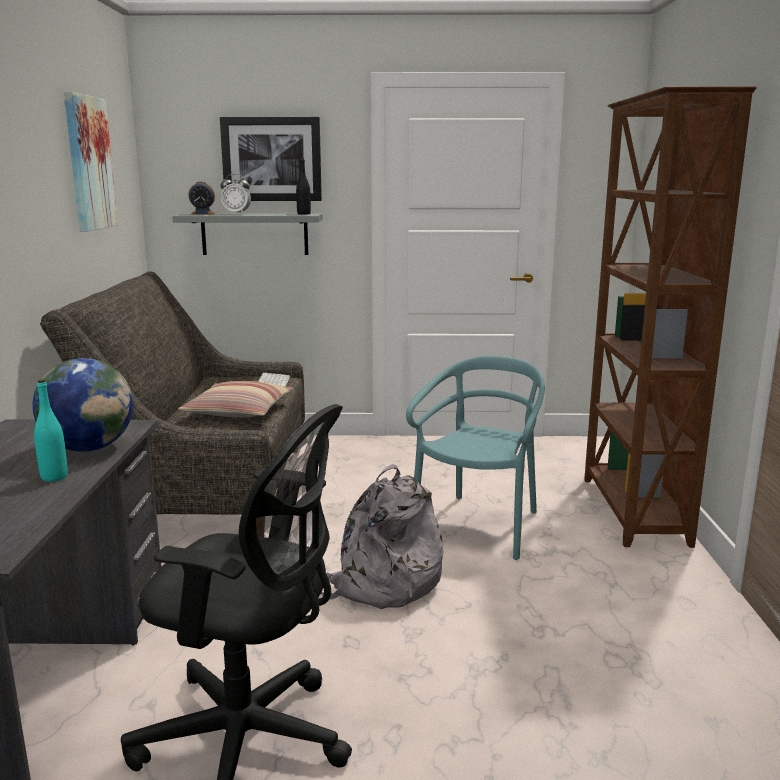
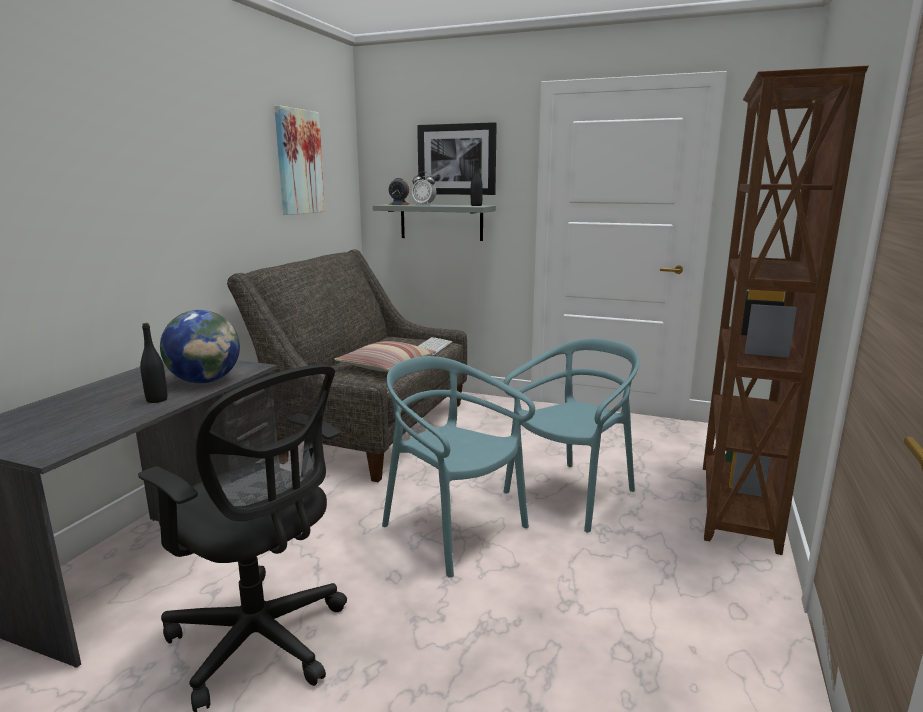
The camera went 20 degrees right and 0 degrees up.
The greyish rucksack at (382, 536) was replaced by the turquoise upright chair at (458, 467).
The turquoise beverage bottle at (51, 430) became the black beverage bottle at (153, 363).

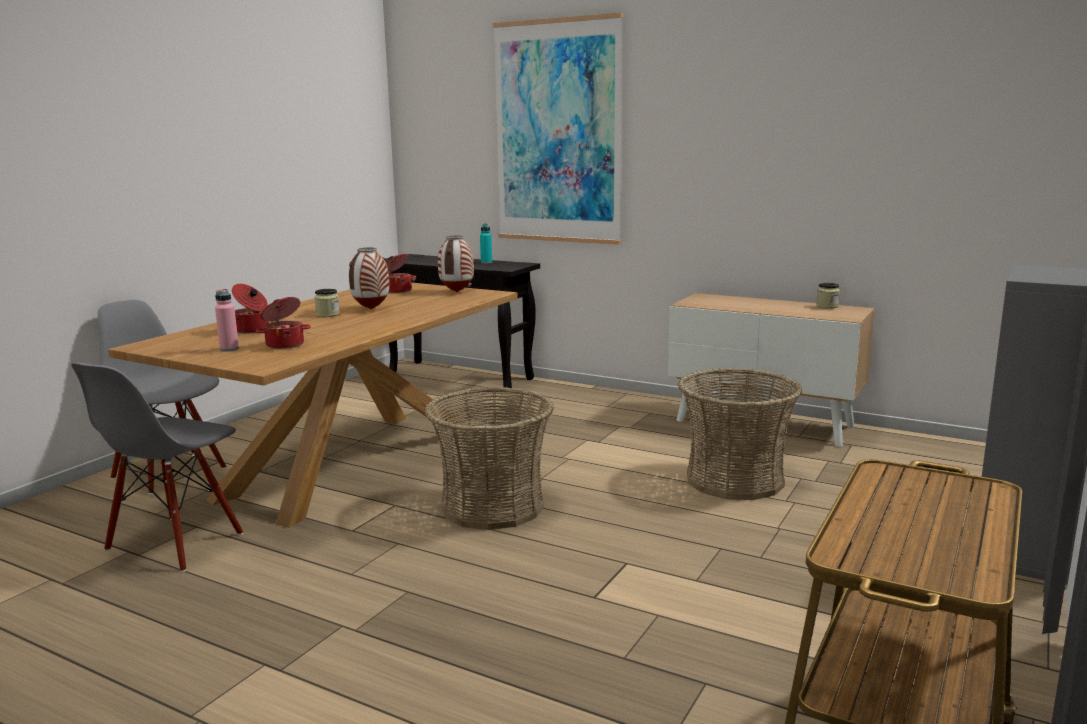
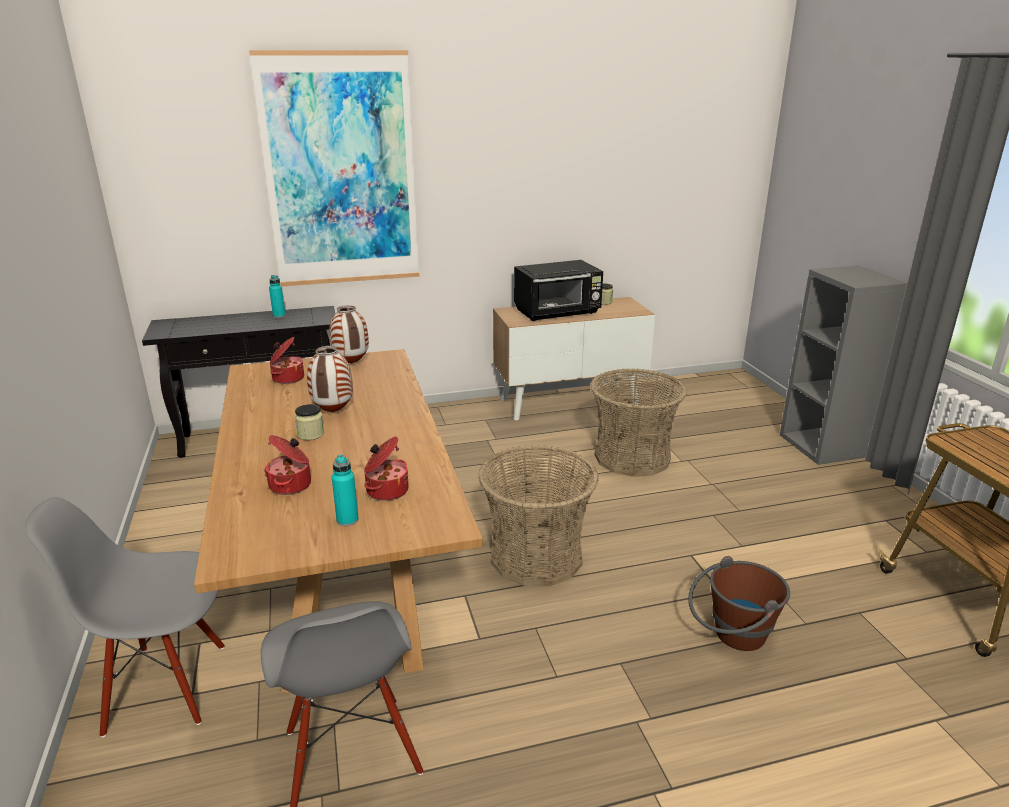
The camera went 45 degrees left and 10 degrees up.
The black microwave at (558, 290) appeared.
The brown-coloured water bucket at (739, 603) appeared.
The pinkish beverage bottle at (227, 320) became the turquoise beverage bottle at (345, 490).

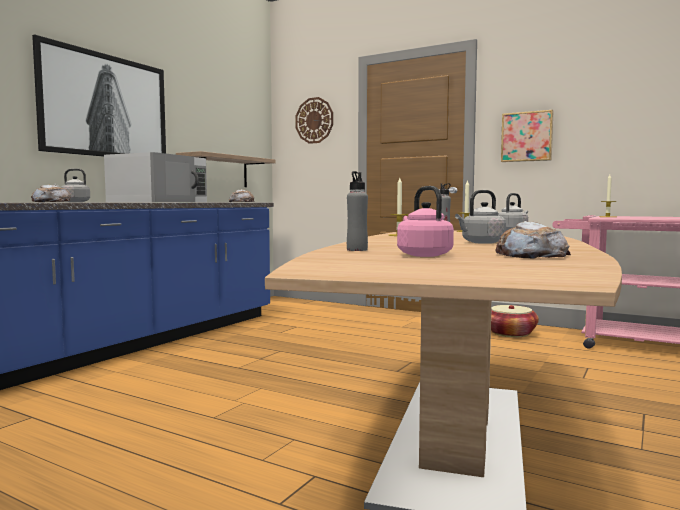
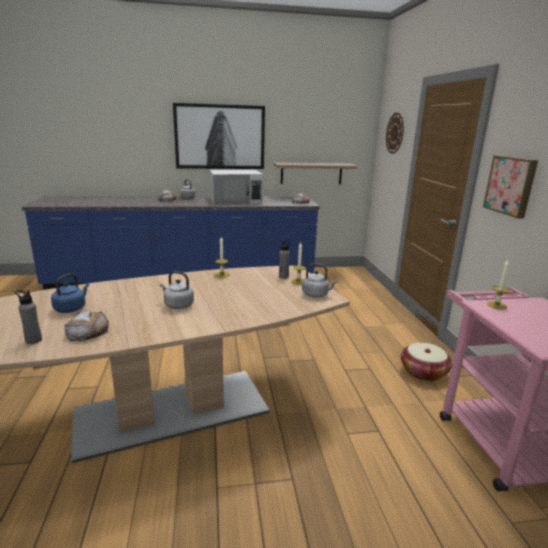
The camera went 50 degrees right and 15 degrees up.
The greyish beverage bottle moved from (357, 211) to (28, 317).
The pinkish water kettle at (425, 221) became the bluish water kettle at (70, 293).

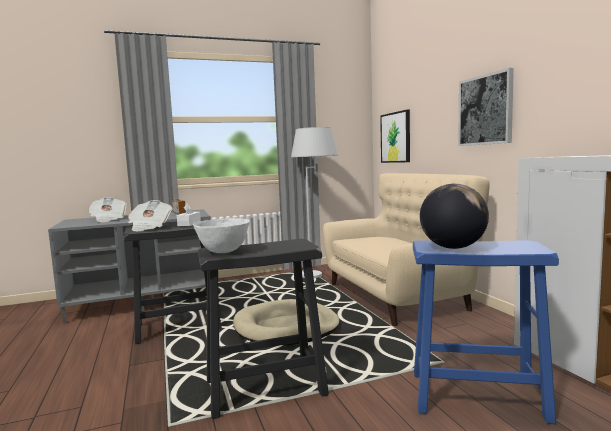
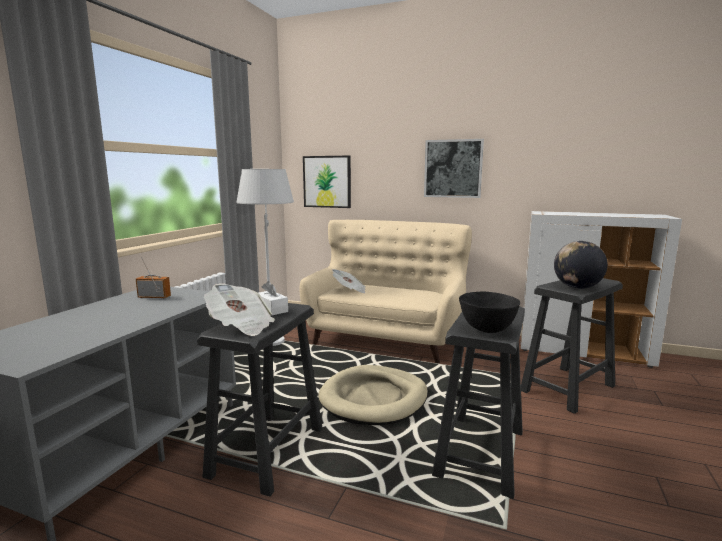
The camera went 50 degrees left and 5 degrees up.
The newspaper moved from (107, 209) to (349, 281).
The white-coloured bowl at (221, 235) became the black bowl at (489, 312).
The bluish sitting stool at (486, 332) became the black sitting stool at (572, 346).

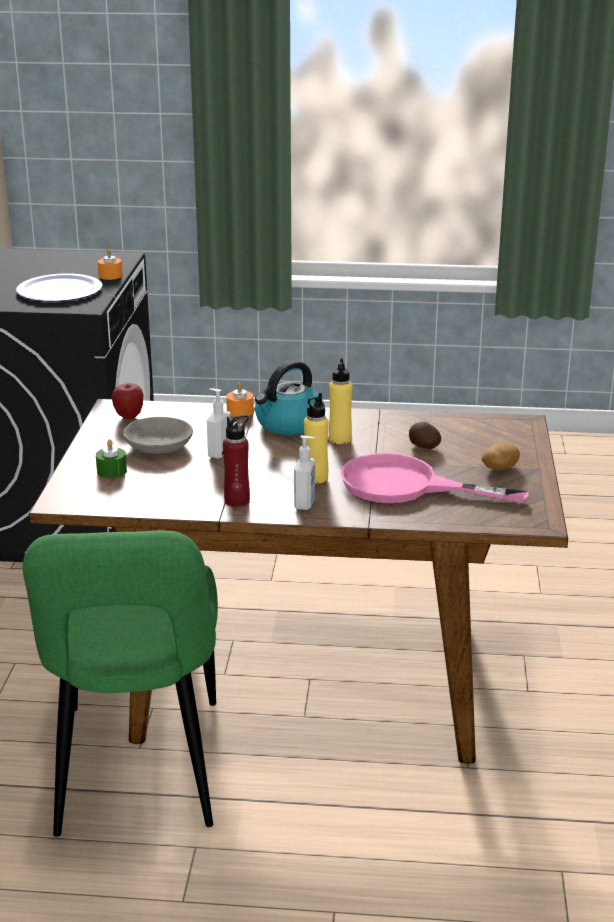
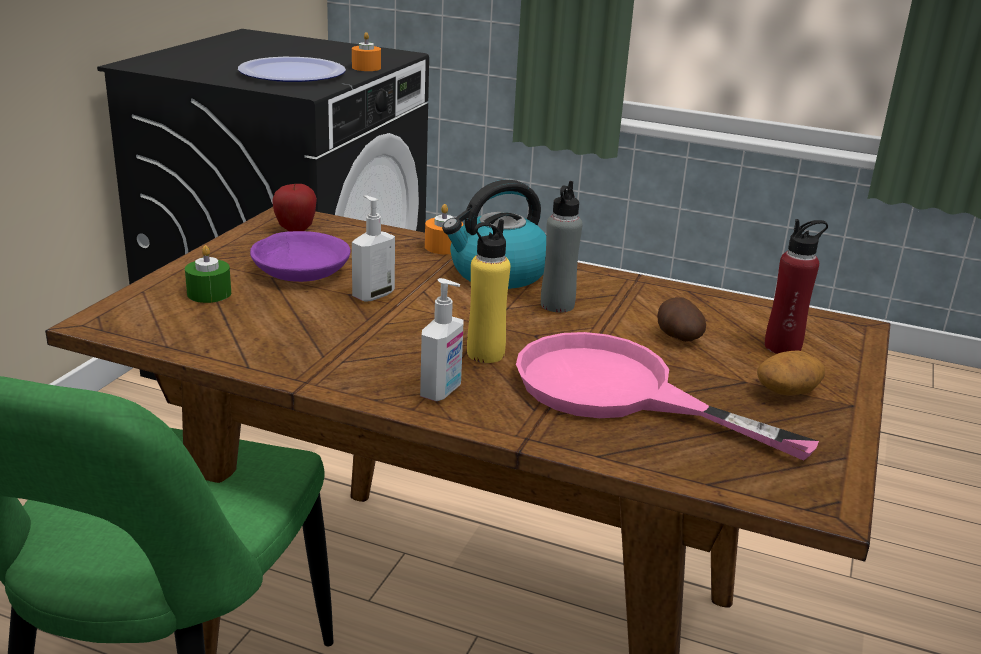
The camera went 15 degrees right and 0 degrees up.
The red-coloured beverage bottle moved from (236, 461) to (796, 286).
The greyish bowl at (158, 435) became the purple bowl at (300, 256).
The yellow beverage bottle at (341, 401) became the greyish beverage bottle at (561, 246).

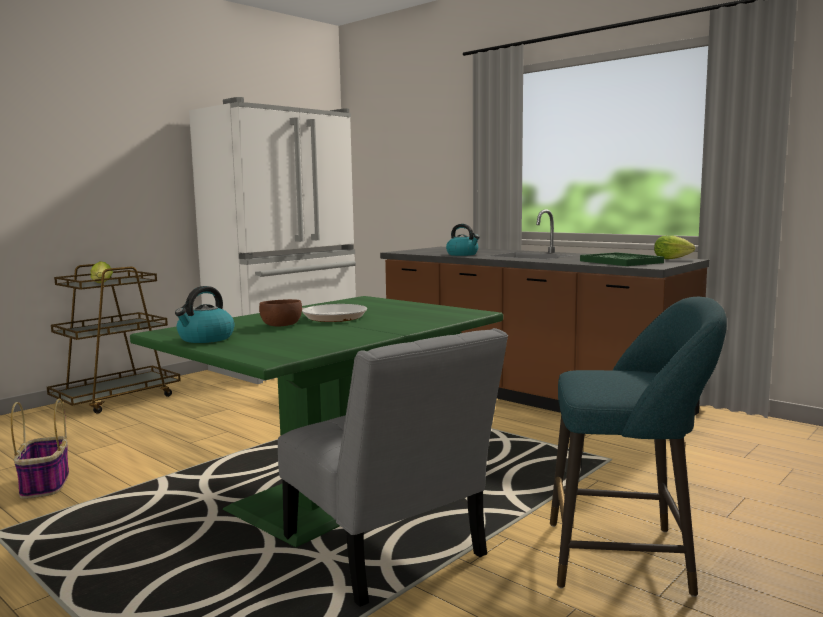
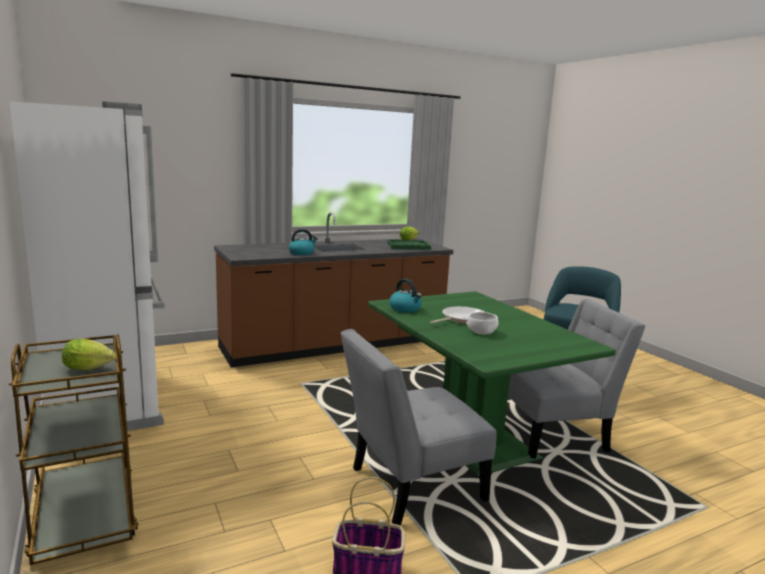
The camera went 70 degrees left and 5 degrees up.
The greyish upright chair at (419, 427) appeared.
The water kettle moved from (205, 314) to (405, 296).
The brown-coloured bowl at (280, 313) became the white-coloured bowl at (482, 323).

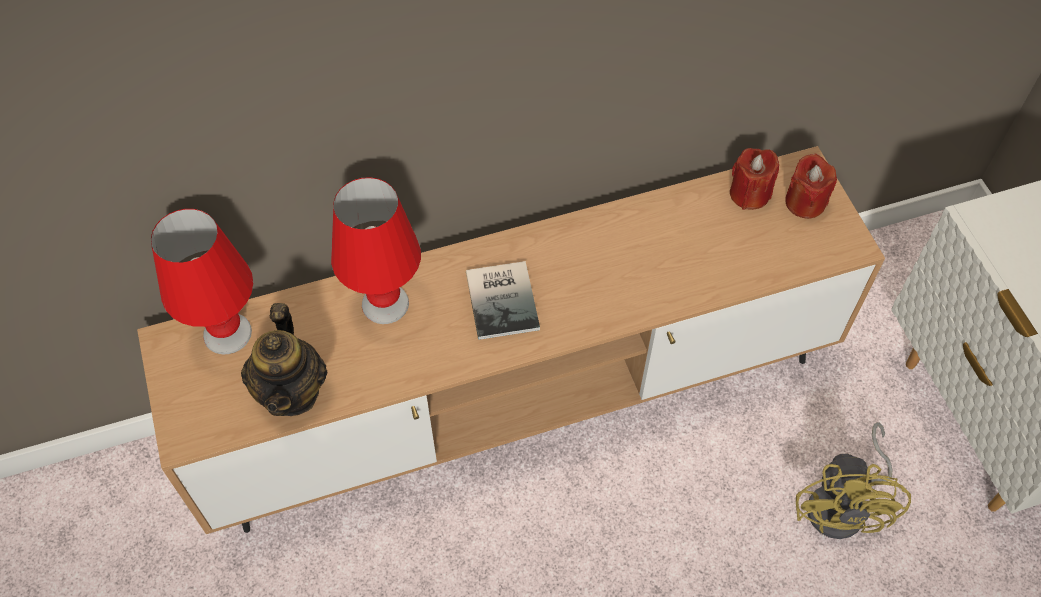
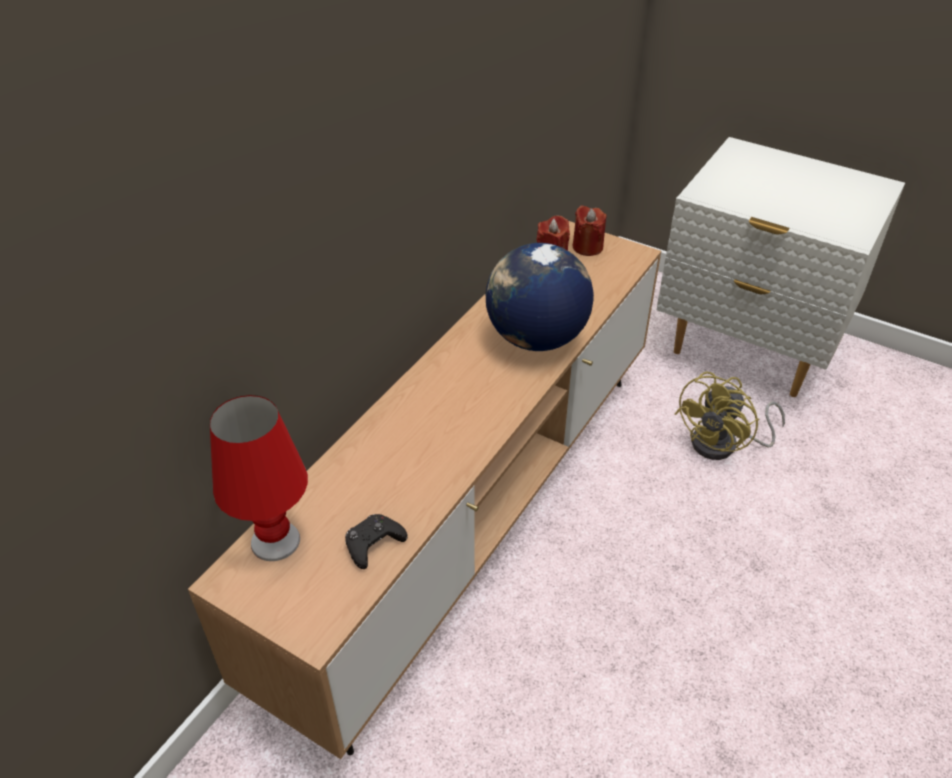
The camera went 40 degrees left and 15 degrees down.
The red-coloured lamp for a table at (376, 250) disappeared.
The bound book at (503, 300) disappeared.
The globe at (540, 297) appeared.
The tea pot at (284, 359) was replaced by the black joypad at (376, 541).
The yellow electric fan at (853, 480) turned 75 degrees clockwise.

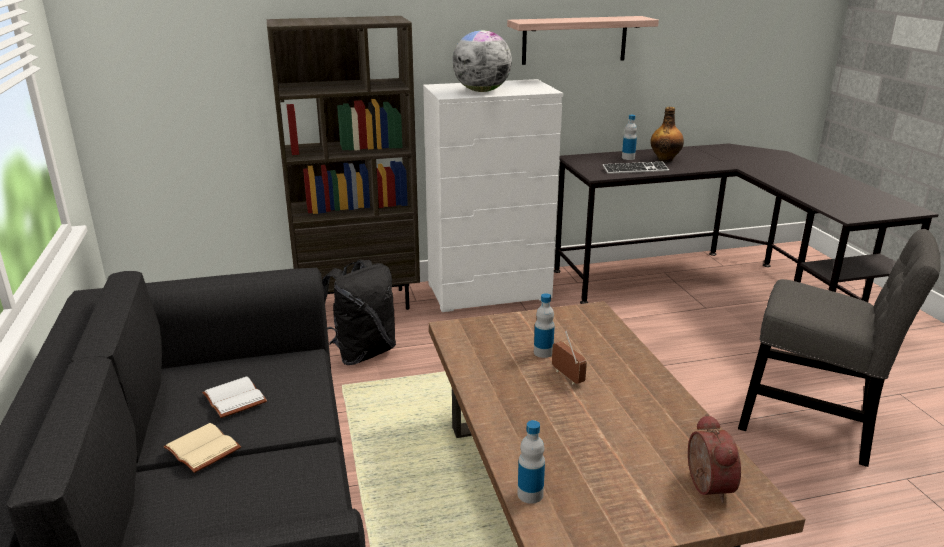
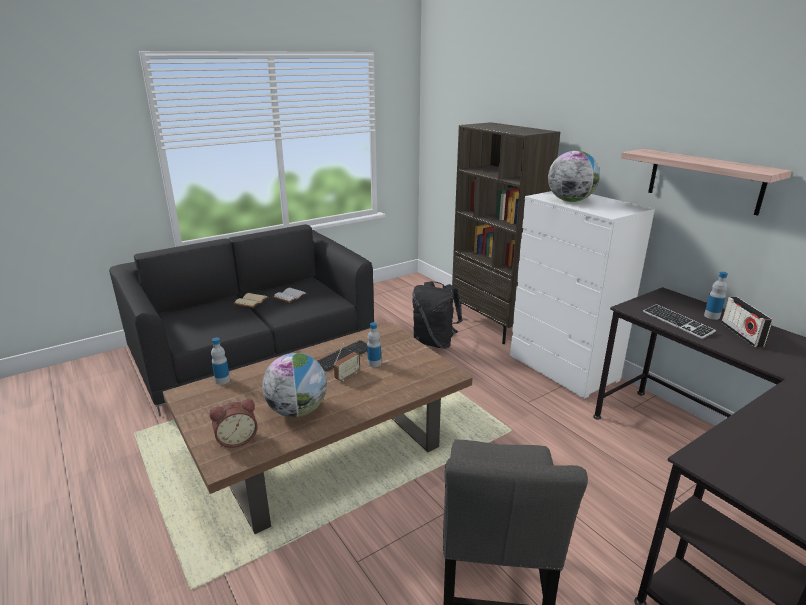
The camera went 70 degrees right and 0 degrees up.
The globe at (294, 385) appeared.
The PC keyboard at (342, 356) appeared.
The beverage bottle at (667, 134) was replaced by the radio set at (747, 322).

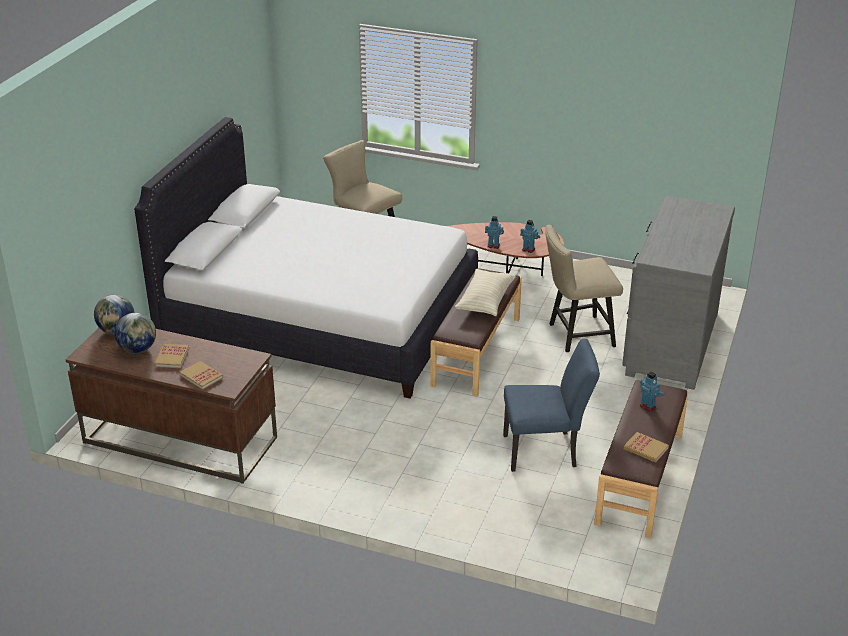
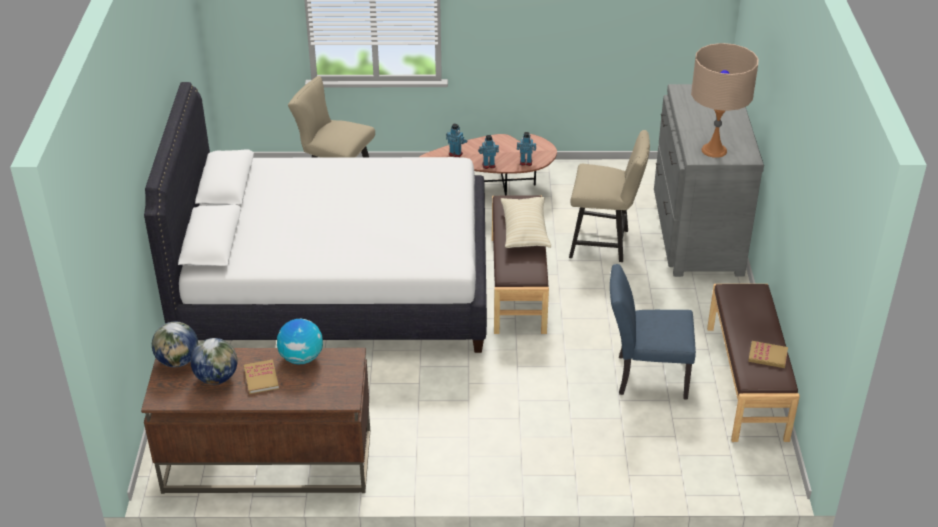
The camera went 20 degrees left and 5 degrees up.
The bound book at (201, 375) disappeared.
The globe at (300, 341) appeared.
The beige-coloured lamp for a table at (724, 100) appeared.
The model robot moved from (652, 391) to (457, 140).
The bluish upright chair at (551, 405) turned 150 degrees counterclockwise.
The beige-coloured upright chair at (584, 288) turned 135 degrees counterclockwise.

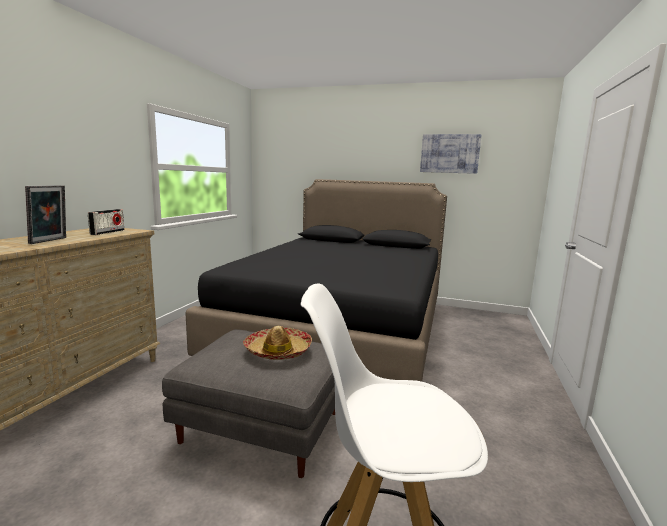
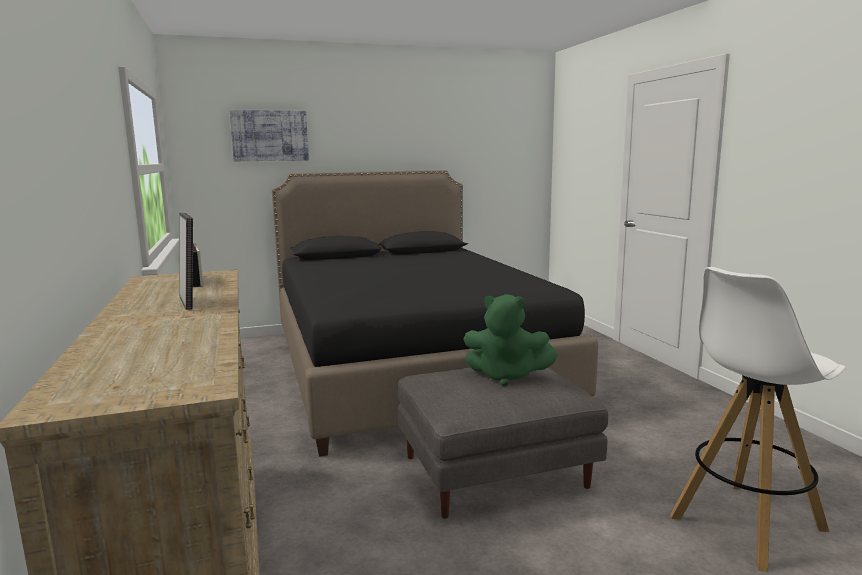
The camera went 35 degrees left and 0 degrees up.
The picture moved from (451, 154) to (269, 135).
The clothing hat at (277, 343) was replaced by the green soft toy at (510, 340).

